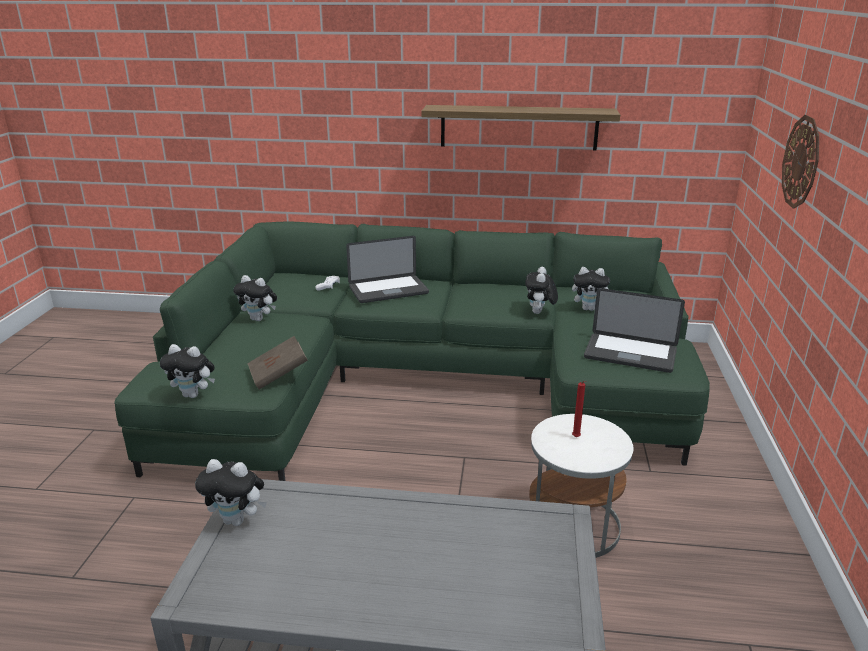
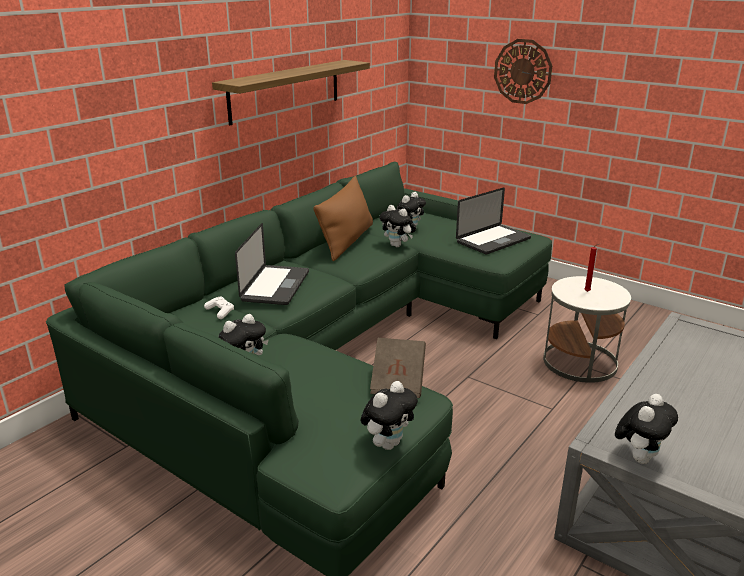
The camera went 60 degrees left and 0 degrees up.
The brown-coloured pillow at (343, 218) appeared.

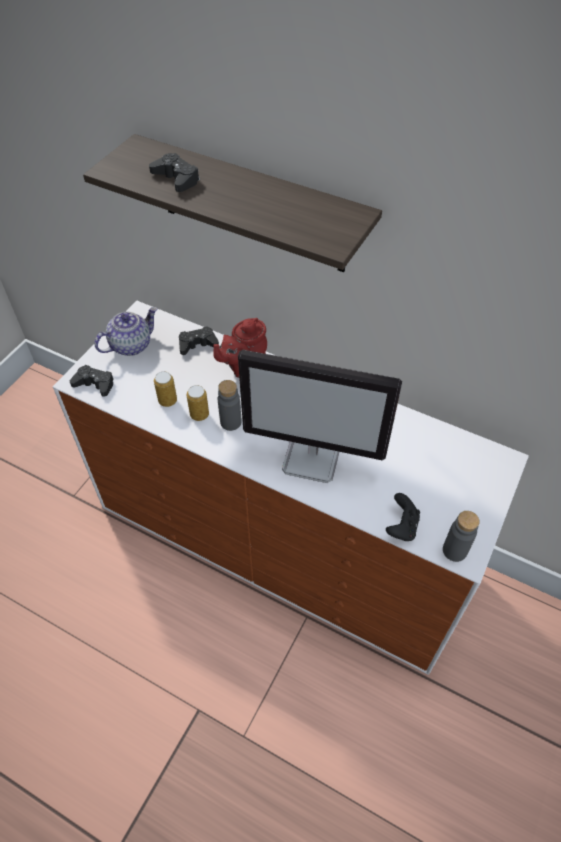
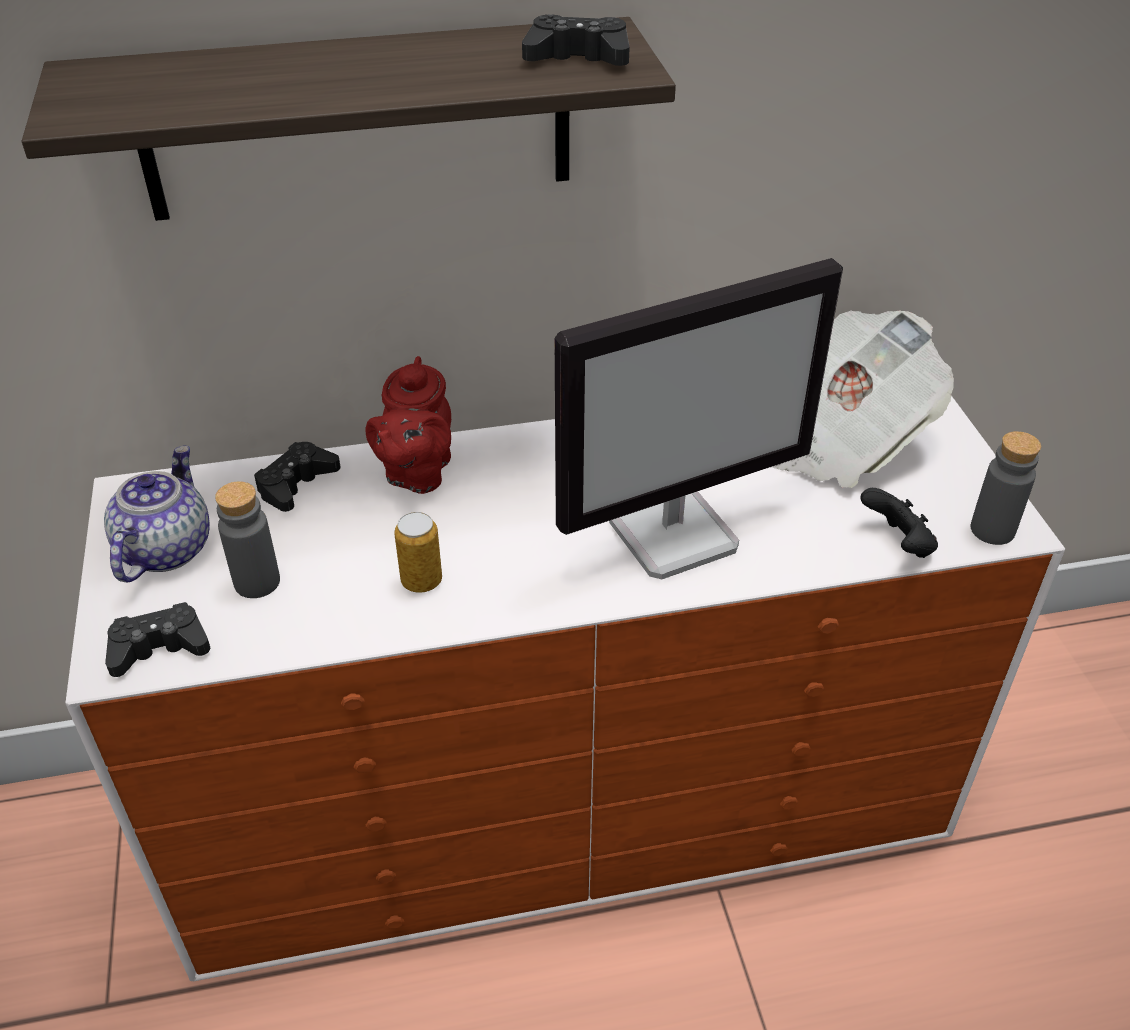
The camera went 40 degrees left and 10 degrees down.
The sealed can at (165, 389) disappeared.
The newspaper at (863, 399) appeared.
The black joypad moved from (174, 172) to (576, 40).
The greyish beverage bottle moved from (230, 405) to (247, 539).

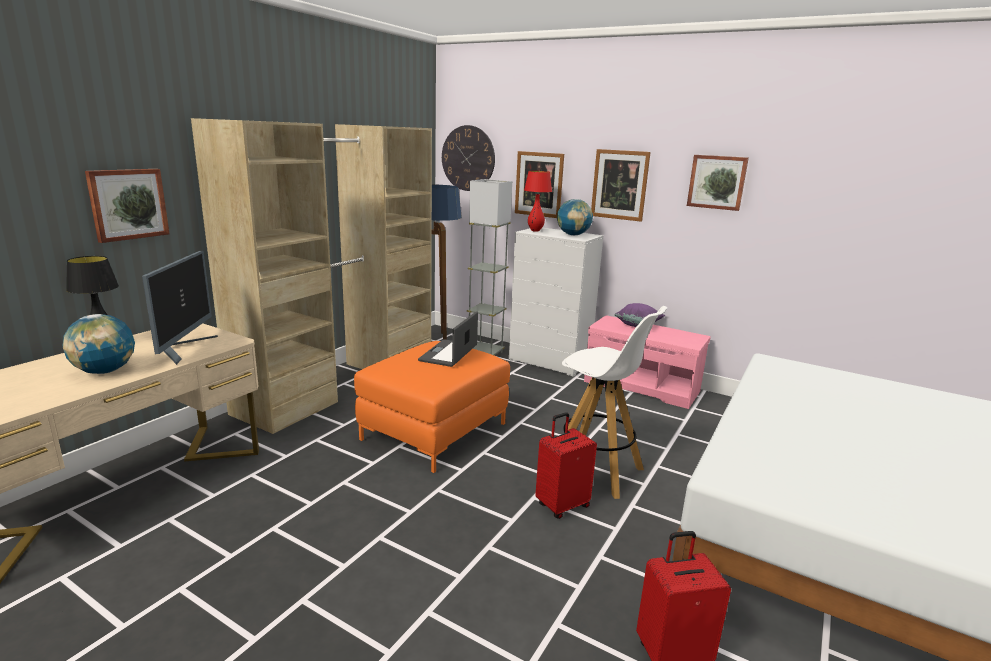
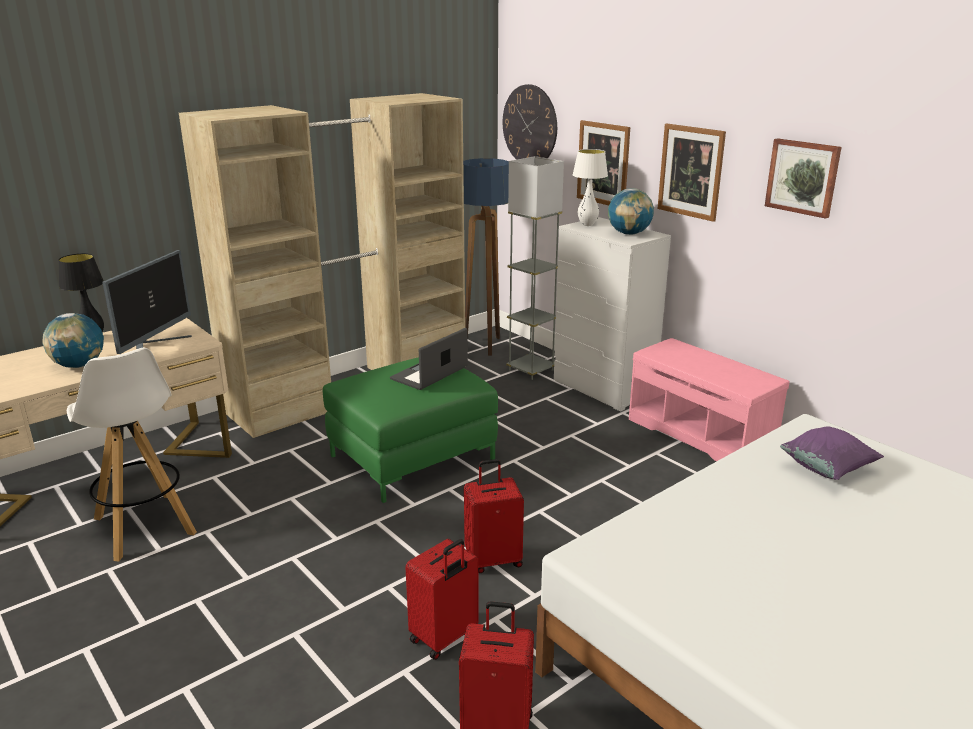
The camera went 20 degrees right and 5 degrees up.
The picture at (127, 206) disappeared.
The red-coloured travel case at (442, 599) appeared.
The white-coloured sitting stool moved from (614, 402) to (132, 455).
The purple pillow moved from (639, 315) to (832, 453).
The orange-coloured pouffe at (432, 407) became the green pouffe at (410, 430).
The red-coloured lamp for a table at (538, 201) became the white-coloured lamp for a table at (590, 187).

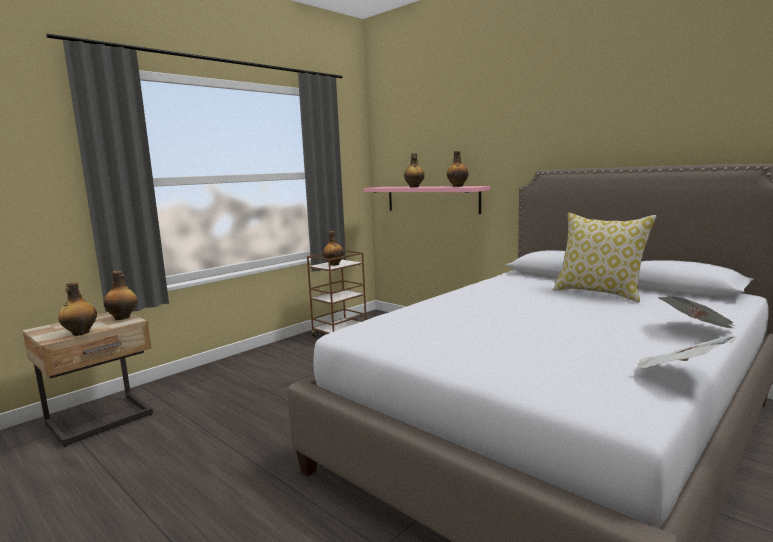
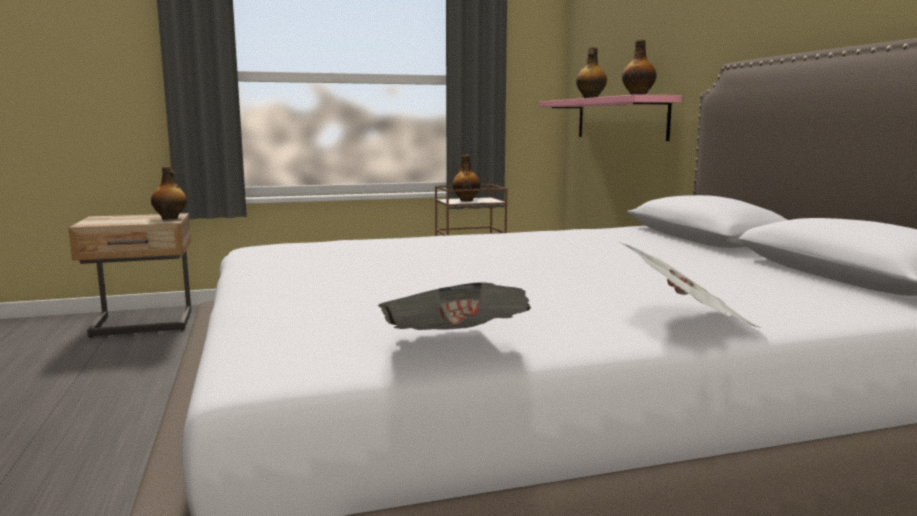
The camera went 30 degrees right and 0 degrees up.
The beverage bottle at (77, 309) disappeared.
The pillow at (604, 258) disappeared.

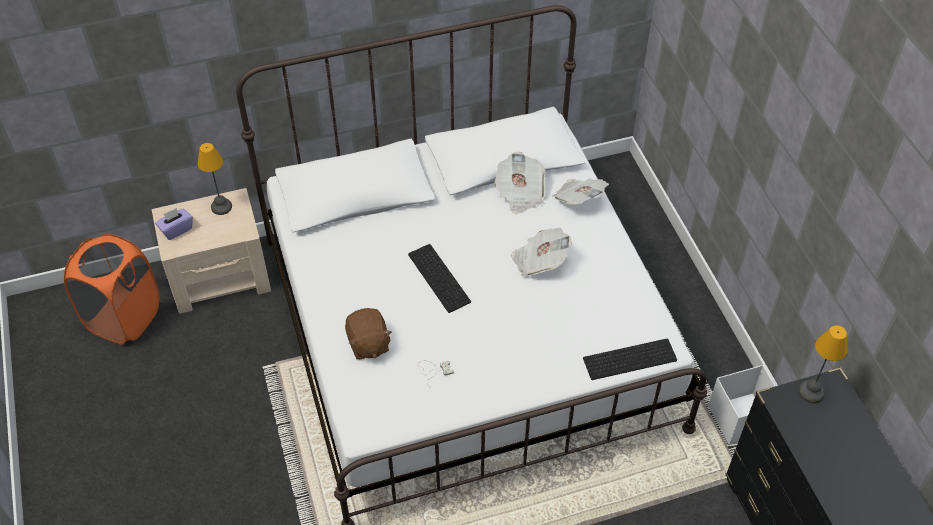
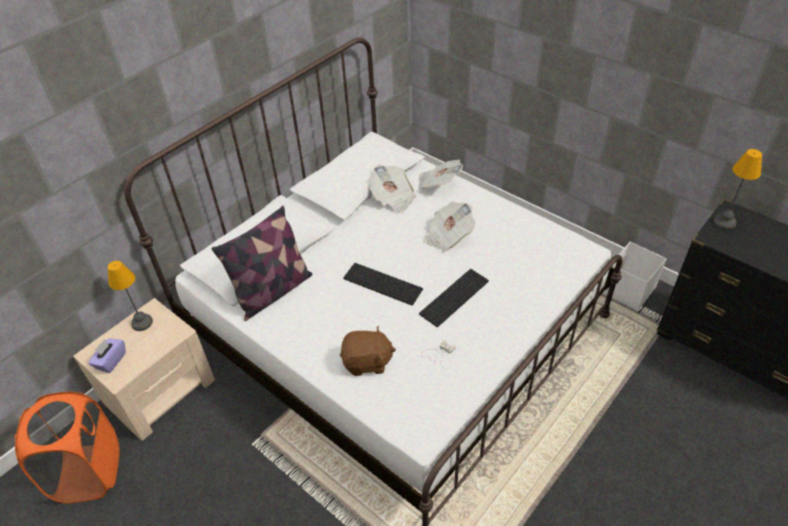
The camera went 30 degrees left and 5 degrees down.
The pillow at (261, 263) appeared.
The PC keyboard moved from (630, 359) to (454, 298).
The brown-coloured soft toy at (368, 333) turned 45 degrees counterclockwise.

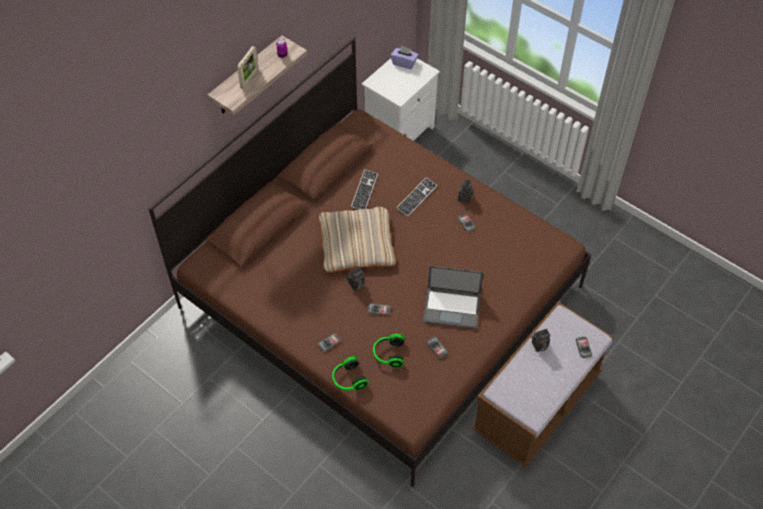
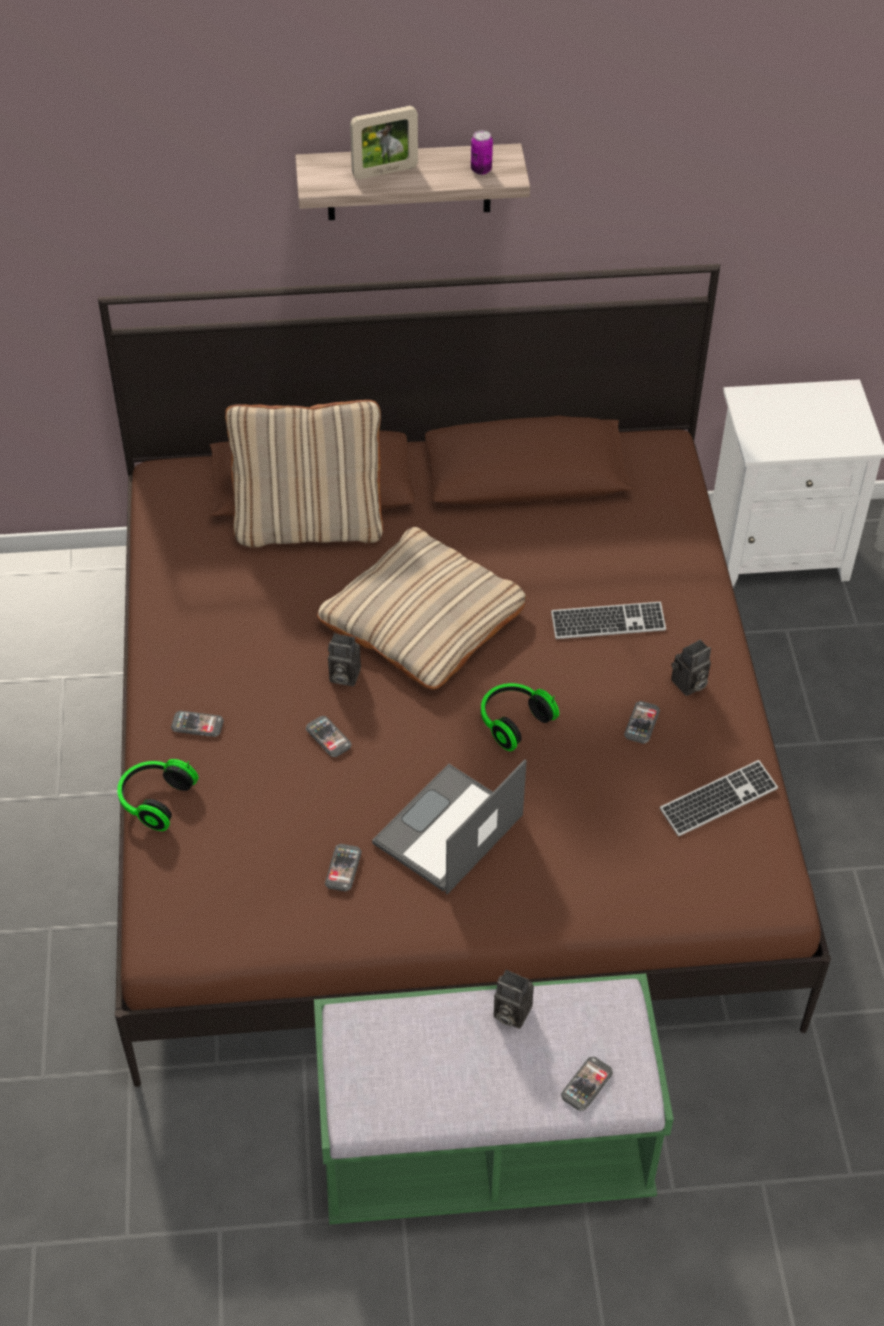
The camera went 45 degrees right and 5 degrees down.
The purple box of tissues at (404, 57) disappeared.
The beige-coloured pillow at (304, 473) appeared.
The PC keyboard moved from (364, 189) to (719, 798).
The headset moved from (389, 351) to (520, 717).
The brown-coloured bench at (542, 384) became the green bench at (494, 1099).
The laptop at (453, 297) turned 75 degrees clockwise.

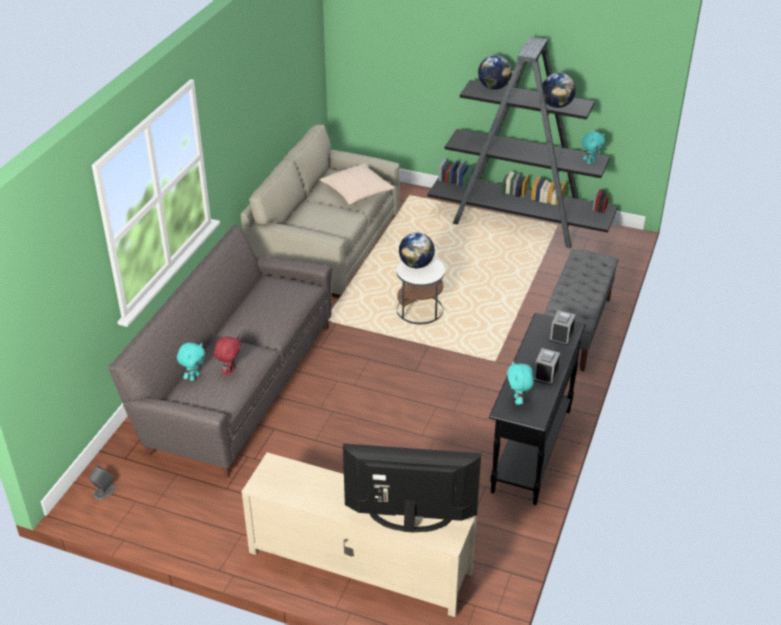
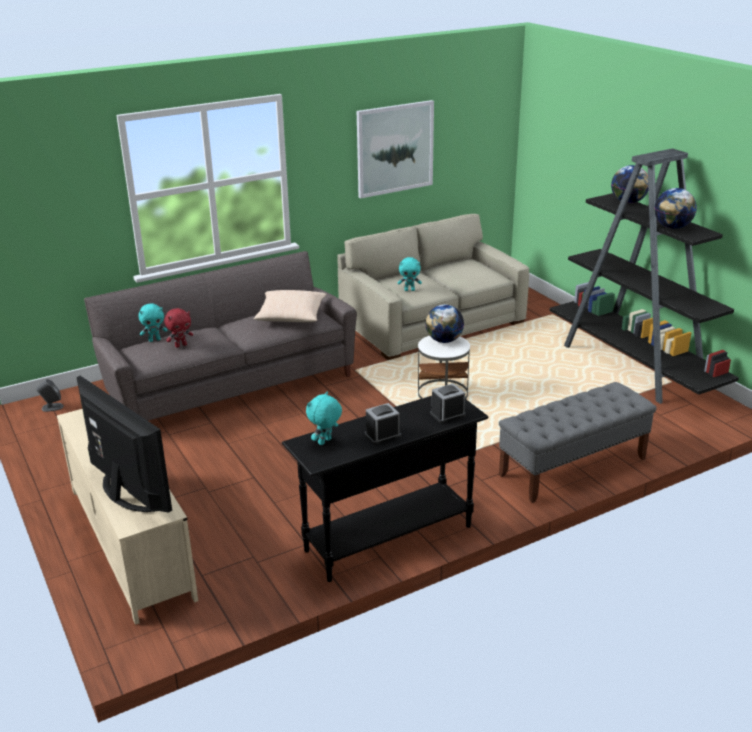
The camera went 40 degrees right and 10 degrees down.
The picture at (395, 149) appeared.
The beige-coloured pillow moved from (357, 184) to (290, 306).
The turquoise soft toy moved from (593, 147) to (410, 274).

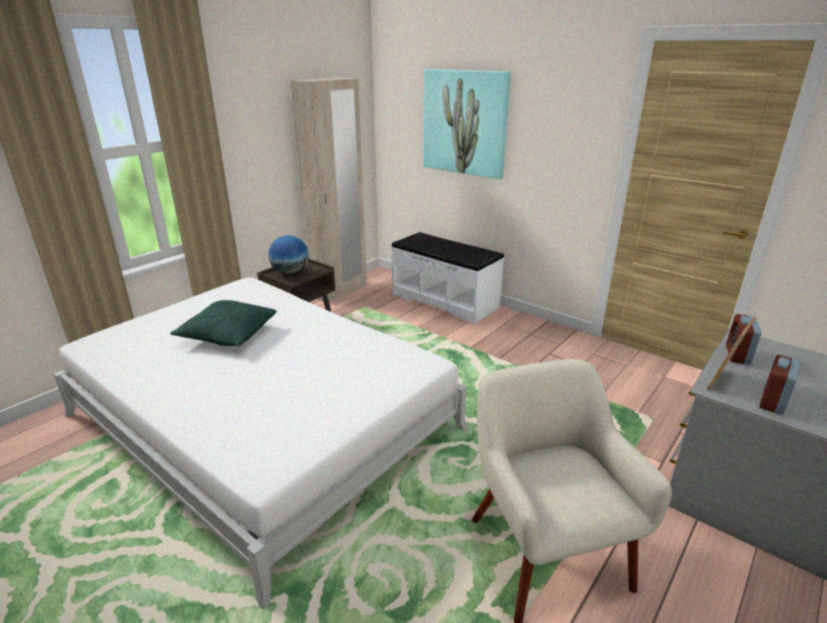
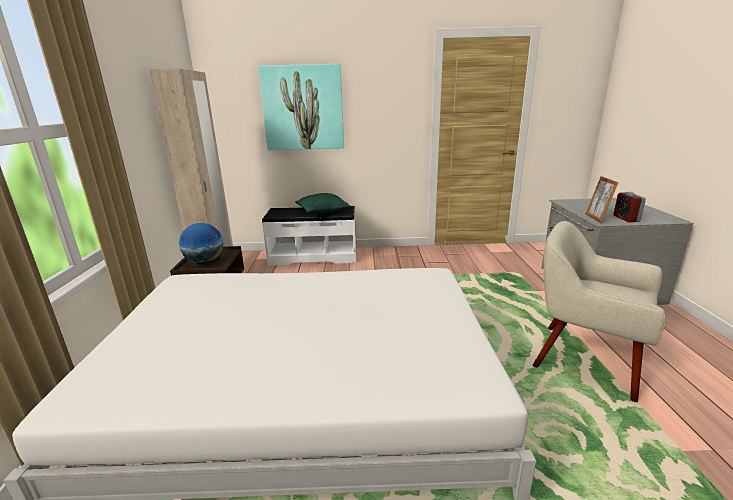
The camera went 40 degrees left and 5 degrees down.
The table clock at (744, 339) disappeared.
The green pillow moved from (223, 323) to (323, 203).

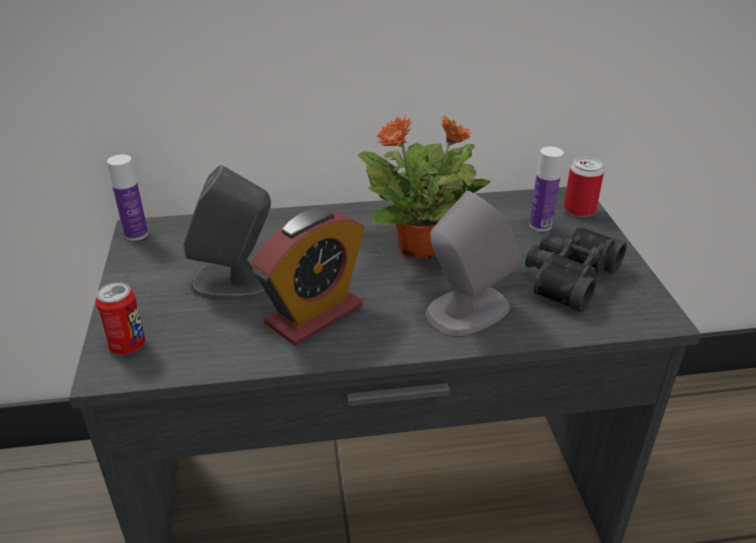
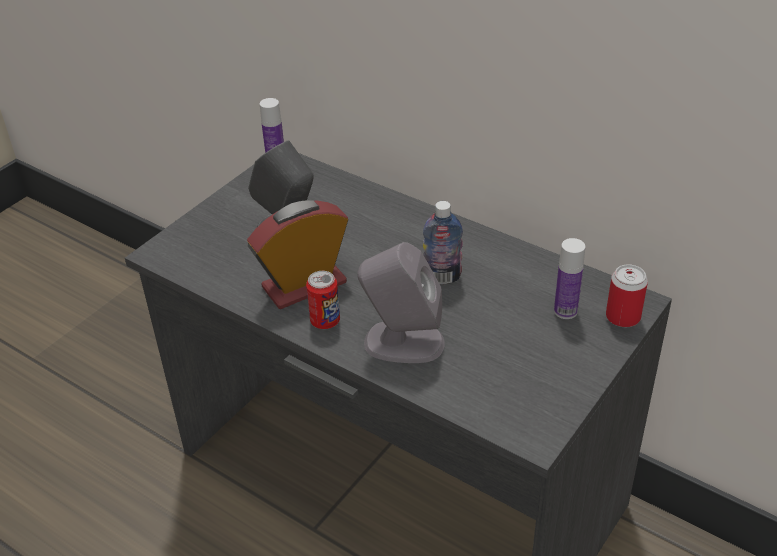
The camera went 45 degrees right and 5 degrees up.
The black pair of binoculars at (576, 269) disappeared.
The sealed can moved from (120, 318) to (323, 300).
The potted plant at (424, 187) was replaced by the beverage bottle at (443, 242).
The table clock at (308, 277) turned 150 degrees clockwise.

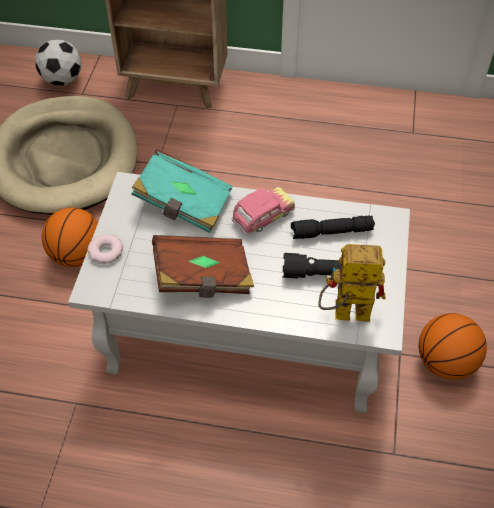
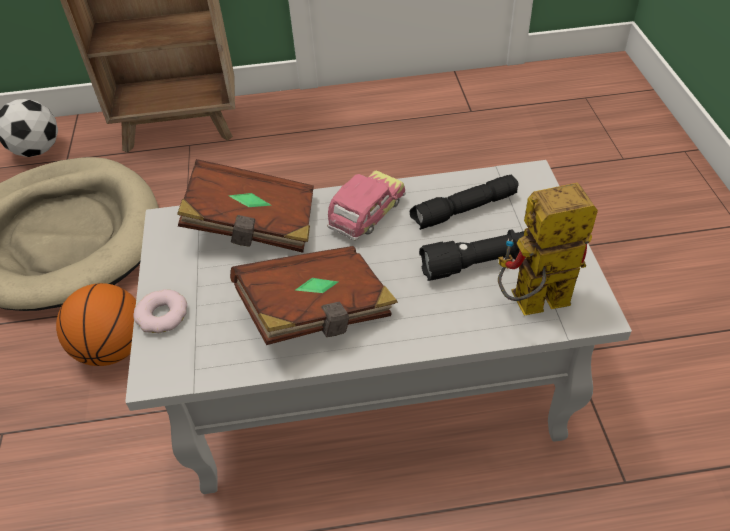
The camera went 15 degrees left and 5 degrees down.
The basketball at (452, 346) disappeared.
The turquoise bound book at (182, 191) became the brown-coloured bound book at (245, 206).

